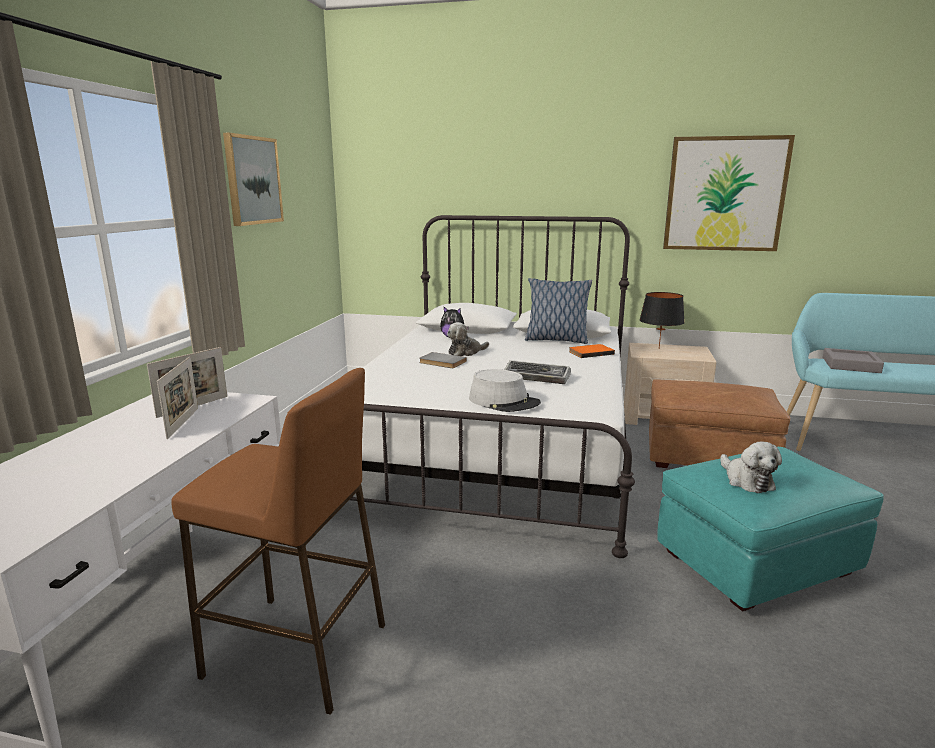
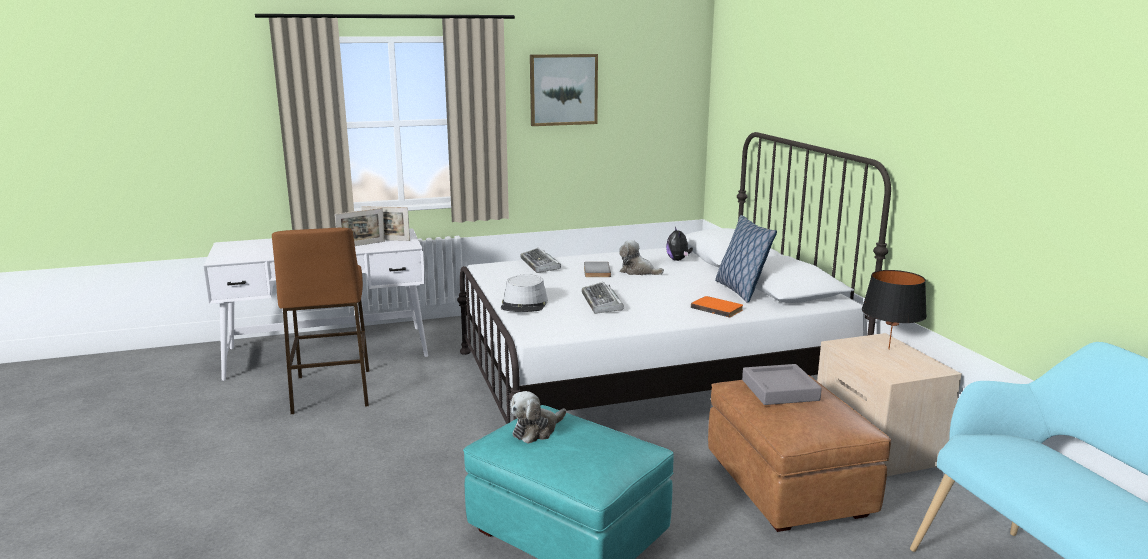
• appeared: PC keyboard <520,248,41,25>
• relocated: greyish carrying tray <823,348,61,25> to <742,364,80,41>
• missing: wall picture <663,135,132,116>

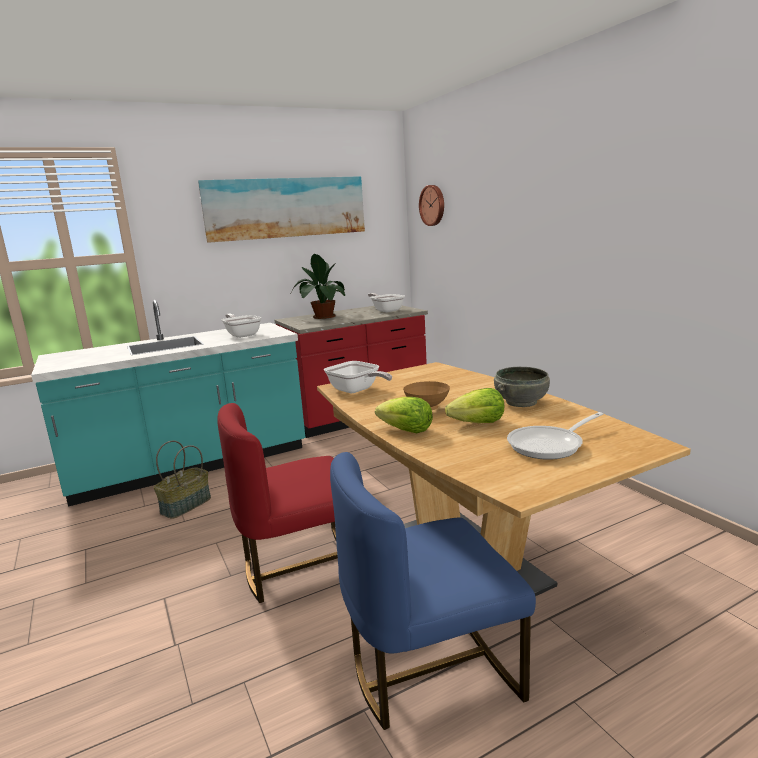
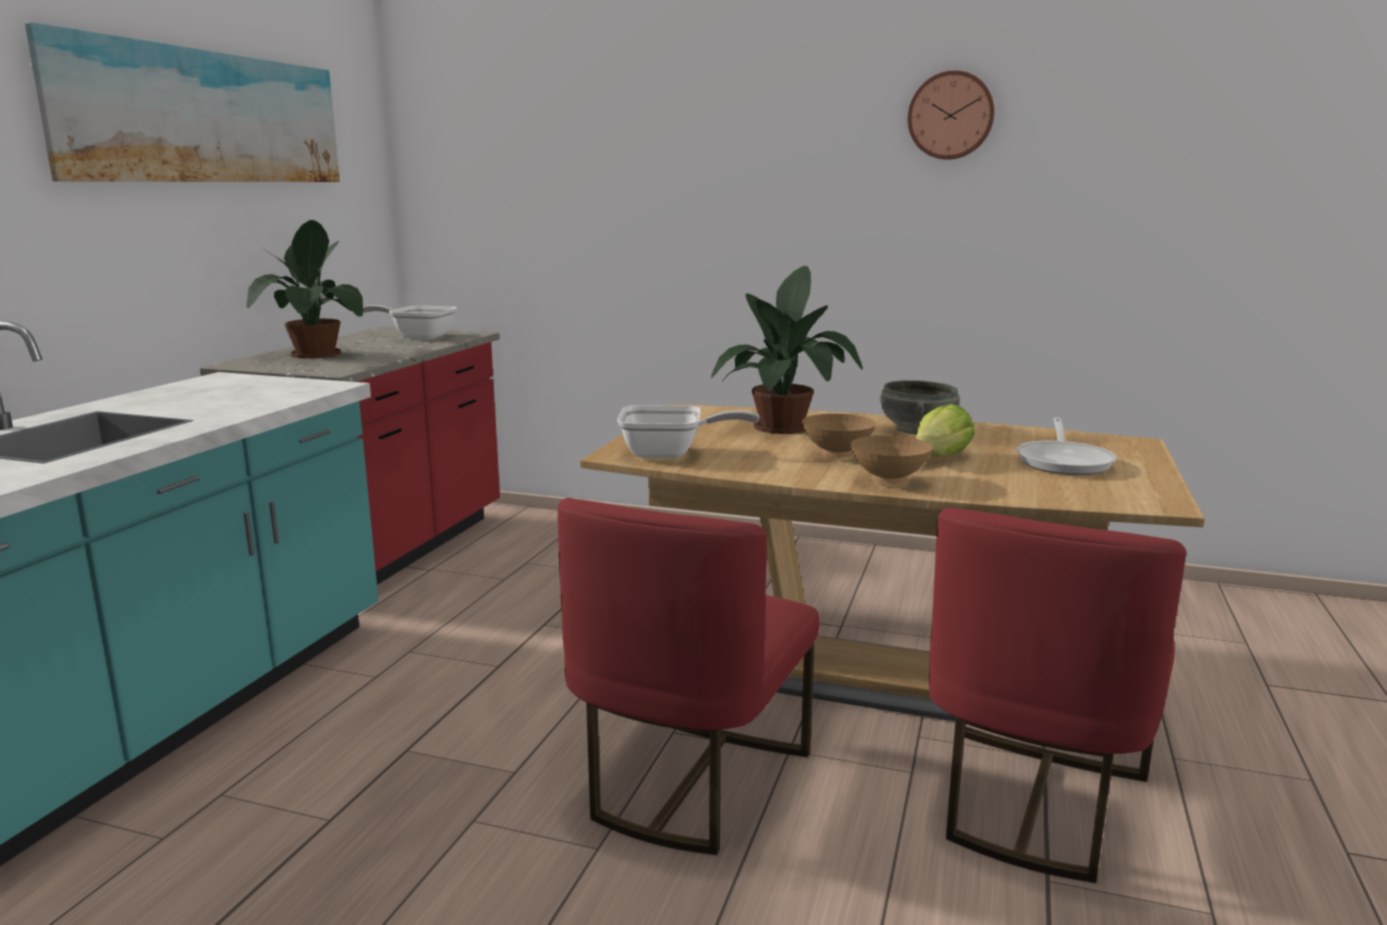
• appeared: houseplant <711,266,152,168>
• exchanged: lettuce <375,397,58,36> to brownish deep dish <851,435,82,49>
• relocated: wall clock <419,185,25,41> to <908,70,87,90>
• colour: blue chair <330,452,206,278> to red-coloured chair <929,508,258,375>
• missing: basket <153,441,58,78>
• missing: frying pan <222,314,40,24>

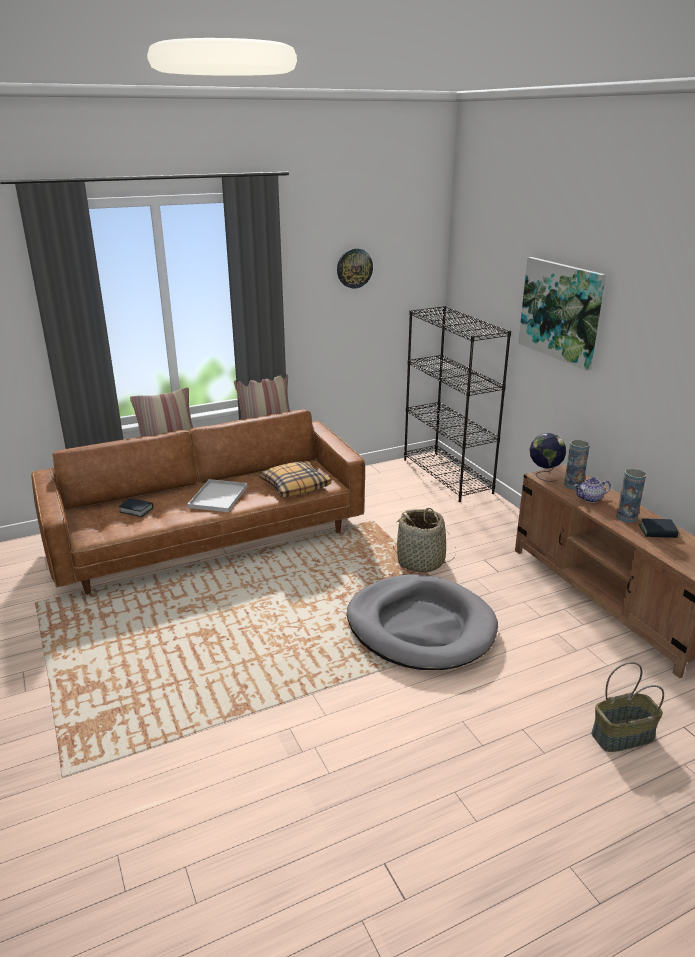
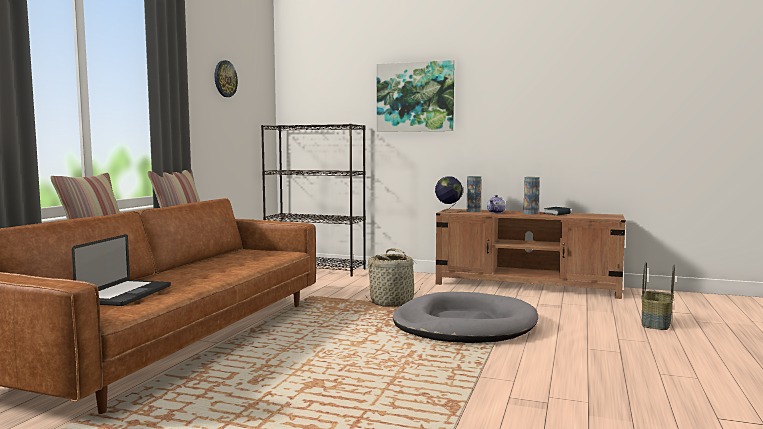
• exchanged: bound book <119,498,34,19> to laptop <72,234,99,72>
• missing: white-coloured carrying tray <187,479,61,33>
• missing: pillow <259,461,72,36>

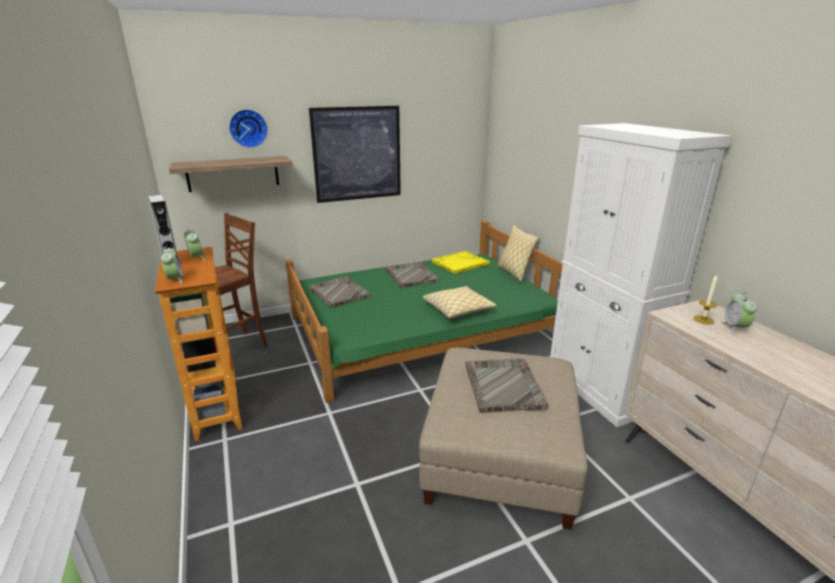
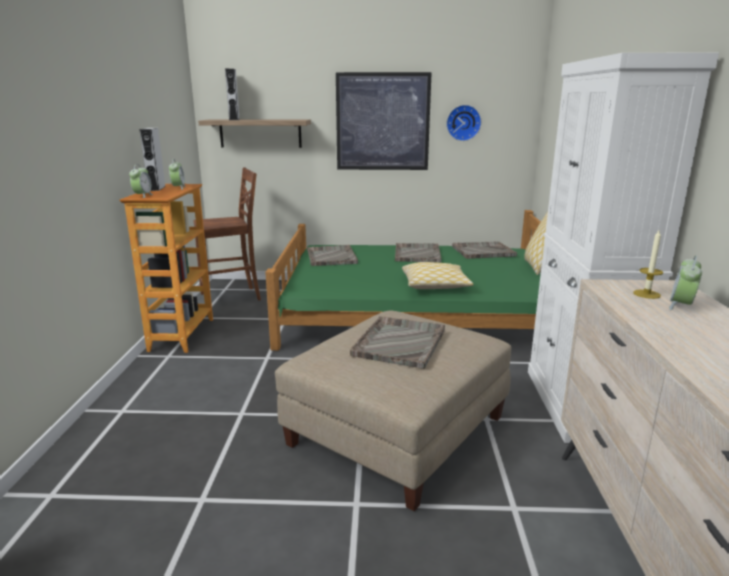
• appeared: greyish audio speaker <225,69,15,51>
• relocated: wall clock <229,109,39,39> to <446,105,35,36>
• colour: yellow carrying tray <432,251,58,23> to greyish carrying tray <452,242,65,17>

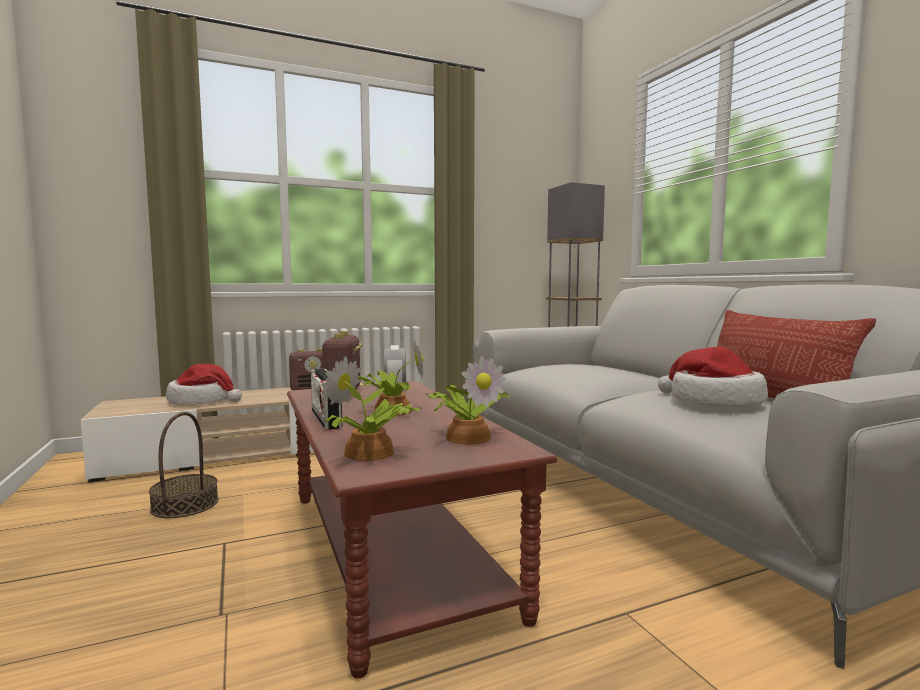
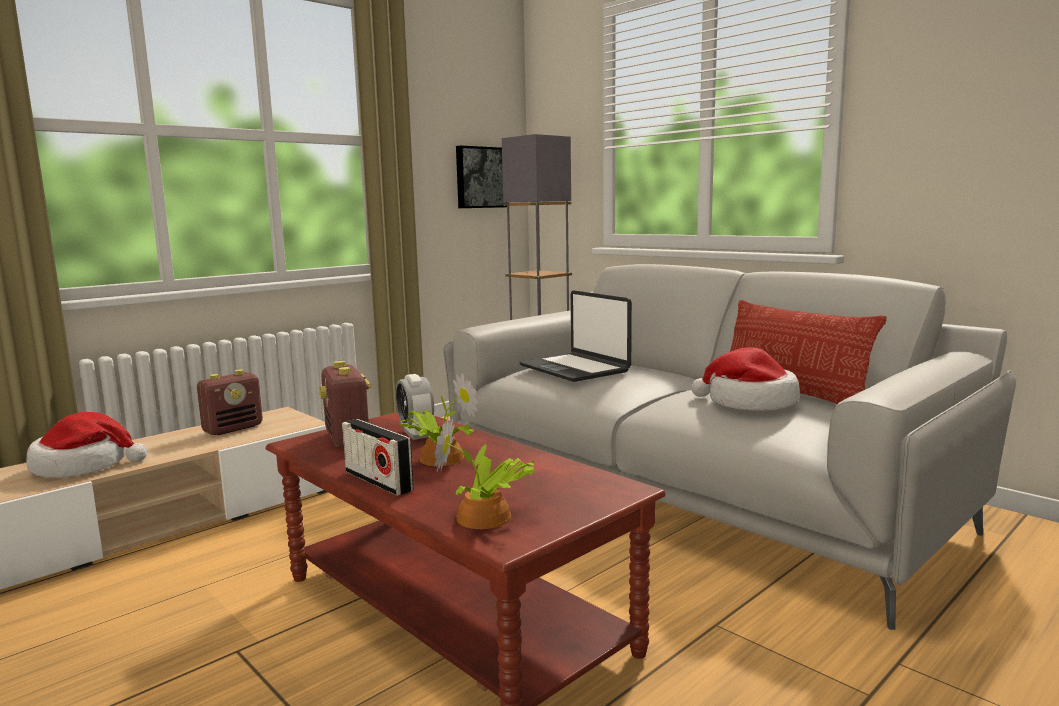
• appeared: wall picture <456,145,51,63>
• appeared: laptop <520,290,112,92>
• missing: basket <149,412,70,106>
• missing: houseplant <426,355,85,90>

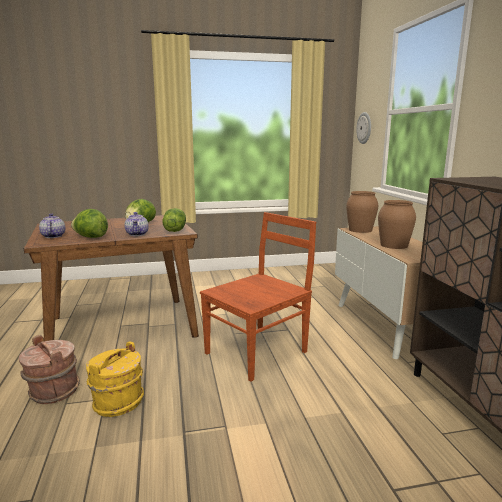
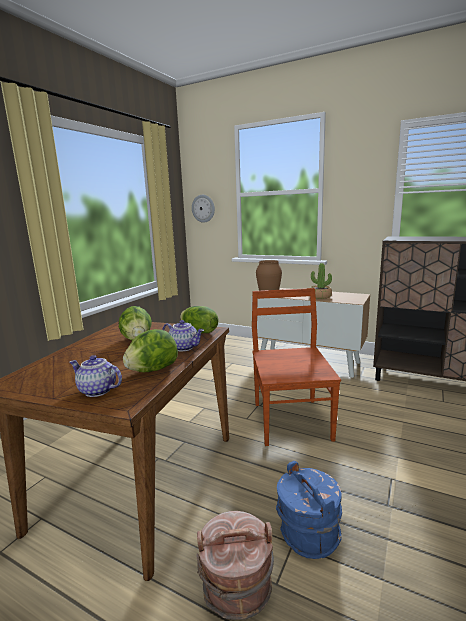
• colour: yellow water bucket <86,341,58,76> to blue water bucket <276,461,66,98>
• exchanged: brownish flower vase <378,200,38,49> to houseplant <310,263,22,36>

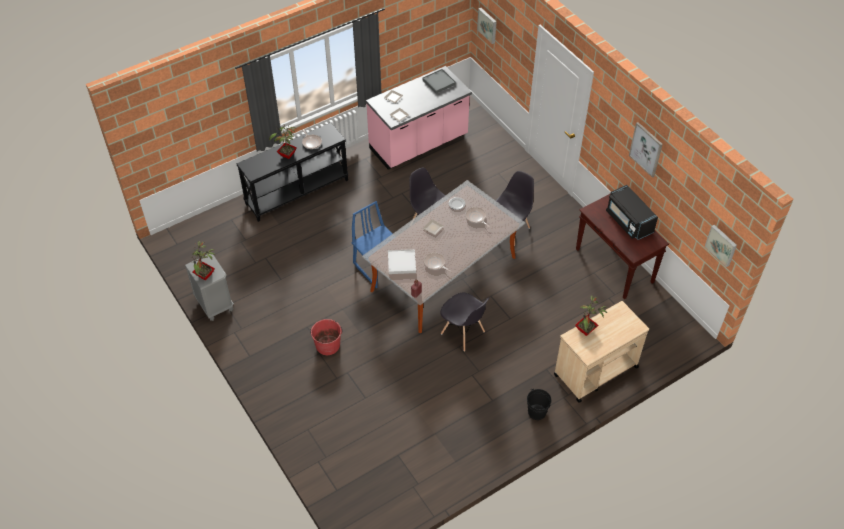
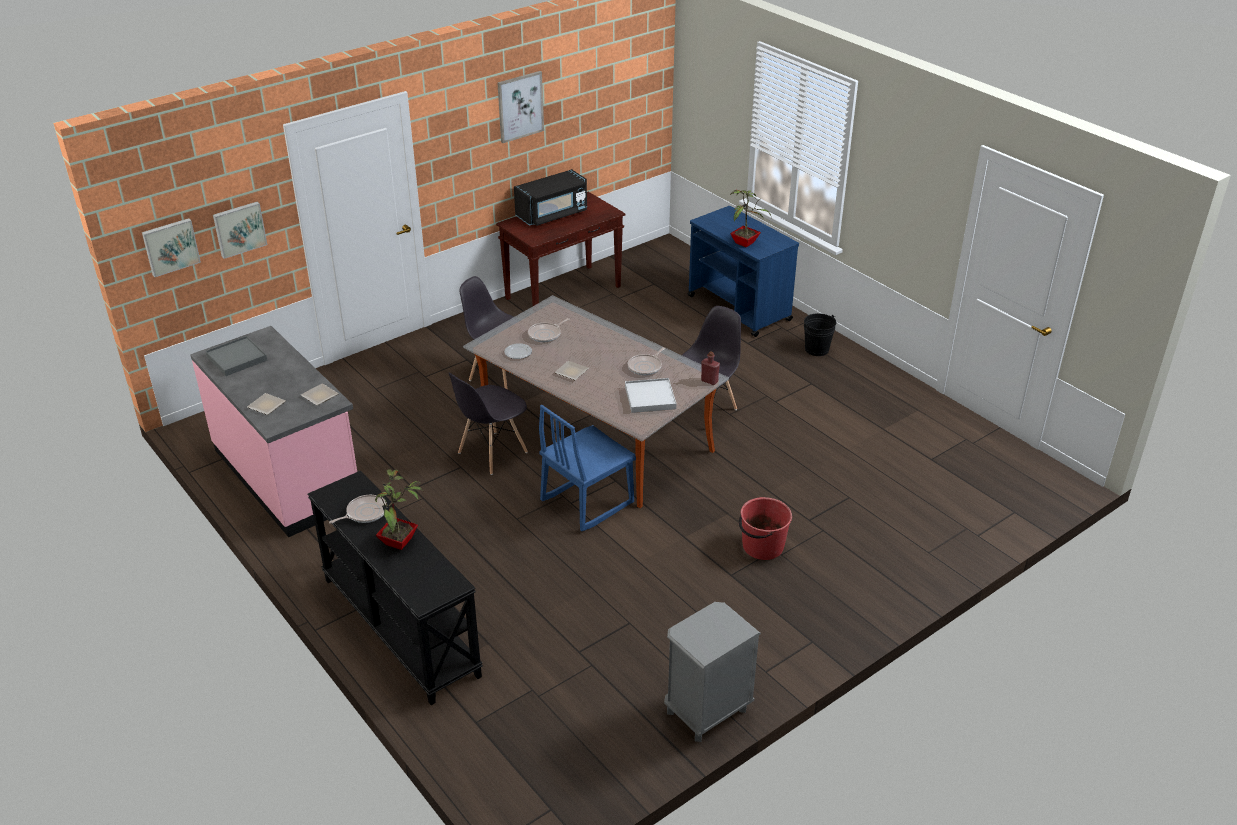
• relocated: wall picture <704,225,33,42> to <213,202,54,57>
• colour: sand-coloured wheeled cart <554,301,95,102> to blue wheeled cart <688,206,111,131>
• missing: houseplant <189,241,26,39>

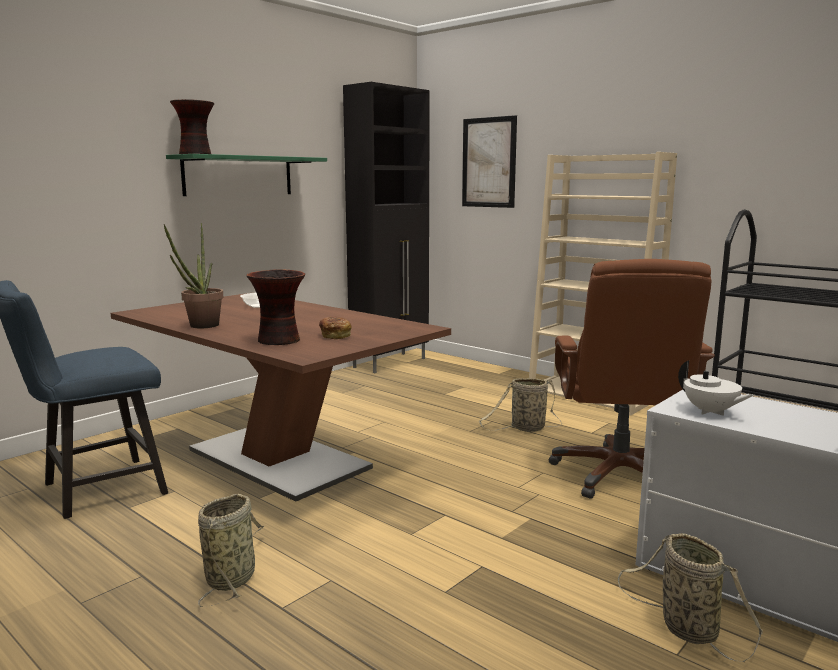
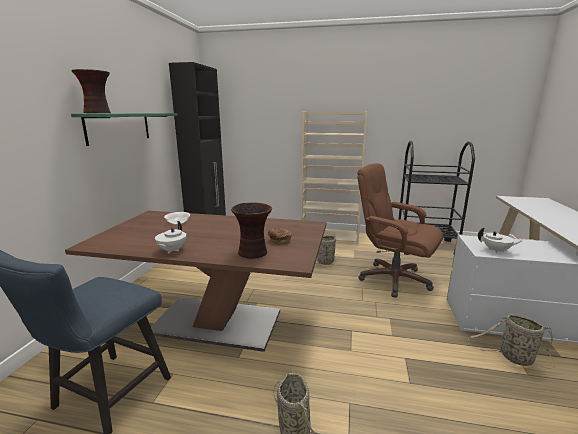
• exchanged: houseplant <164,223,60,105> to white-coloured pot for tea <155,221,31,33>
• spun: brownish computer chair <549,259,166,240> = <357,163,86,135> 150 degrees clockwise
• missing: wall picture <462,115,55,93>

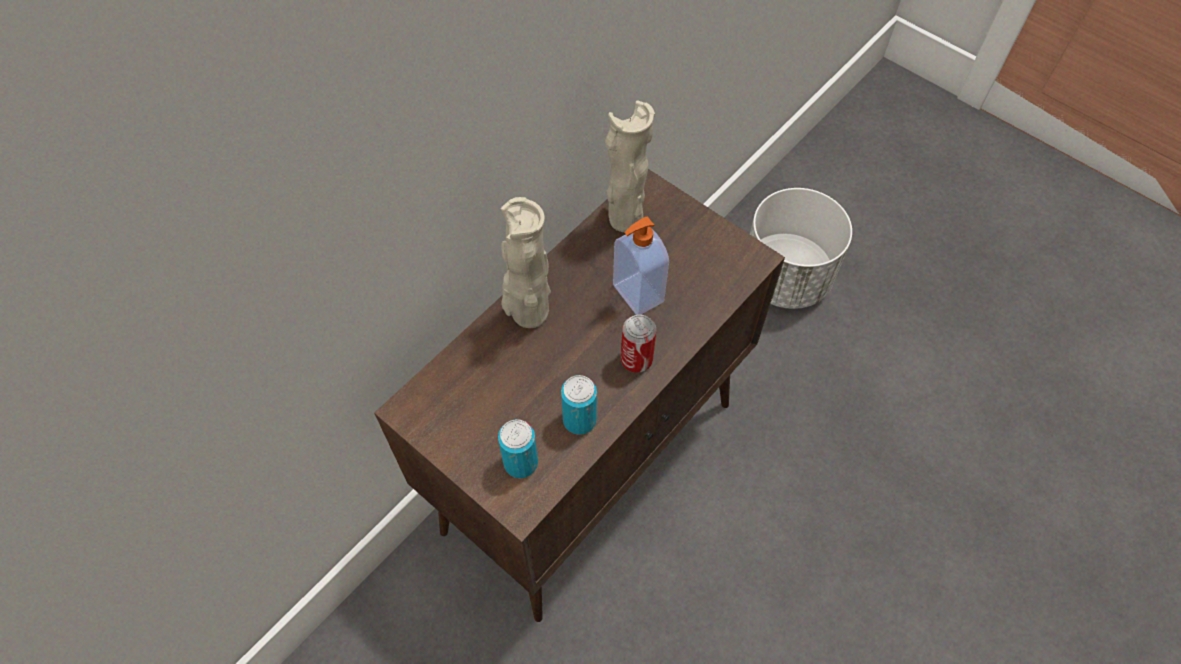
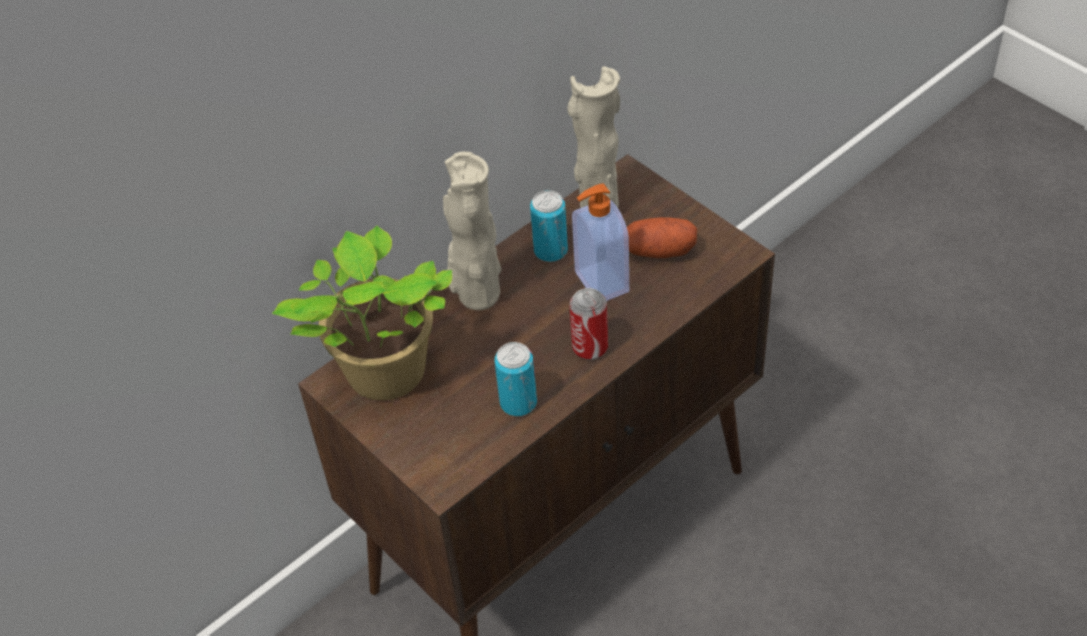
• appeared: houseplant <272,226,180,174>
• relocated: sealed can <498,419,40,59> to <530,190,38,72>
• appeared: spud <627,217,70,41>
• missing: white-coloured flower pot <750,188,102,121>

